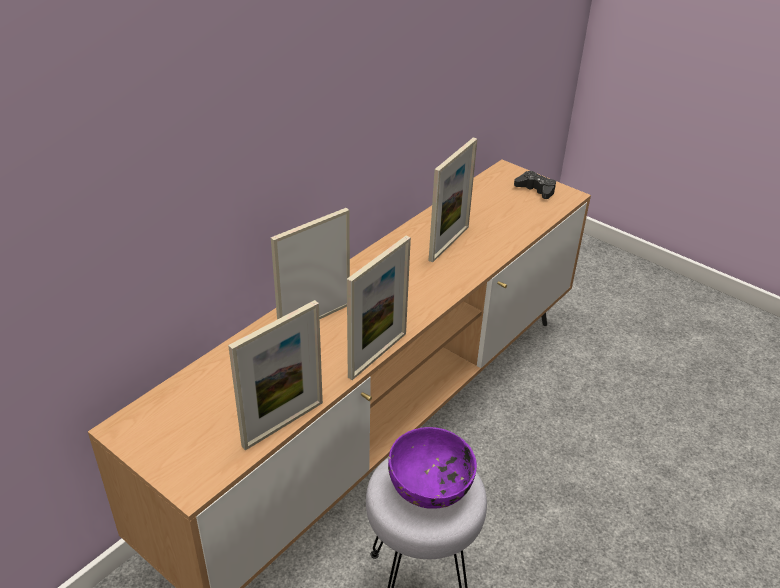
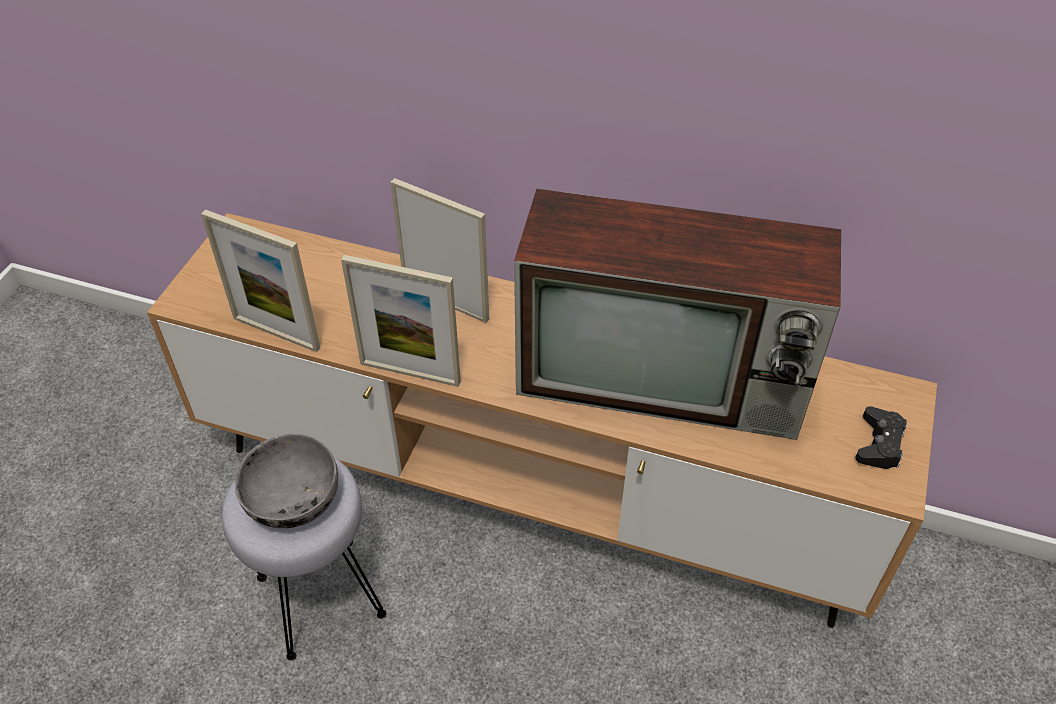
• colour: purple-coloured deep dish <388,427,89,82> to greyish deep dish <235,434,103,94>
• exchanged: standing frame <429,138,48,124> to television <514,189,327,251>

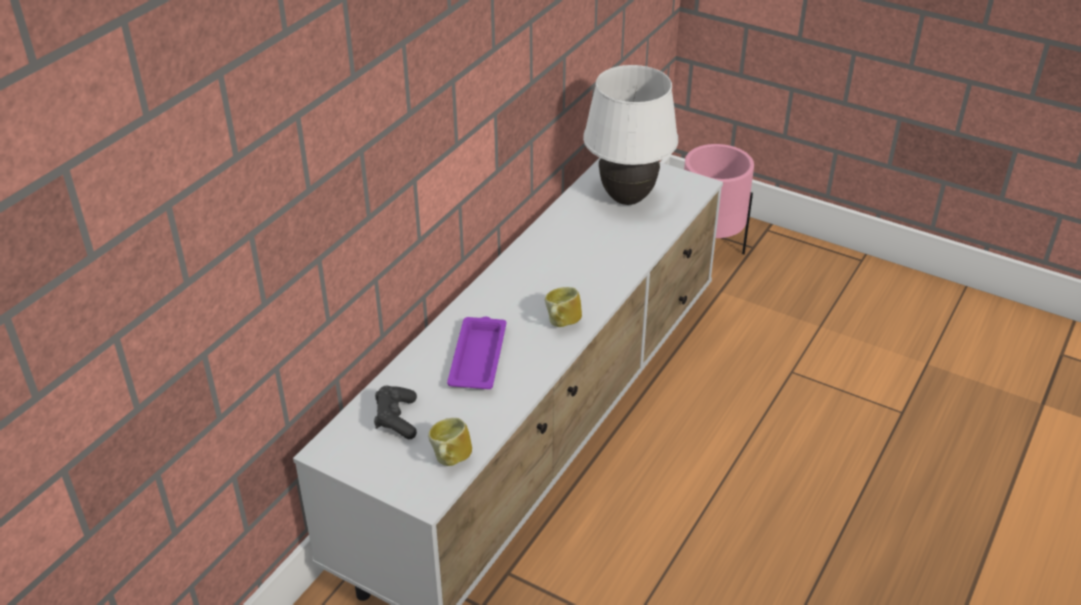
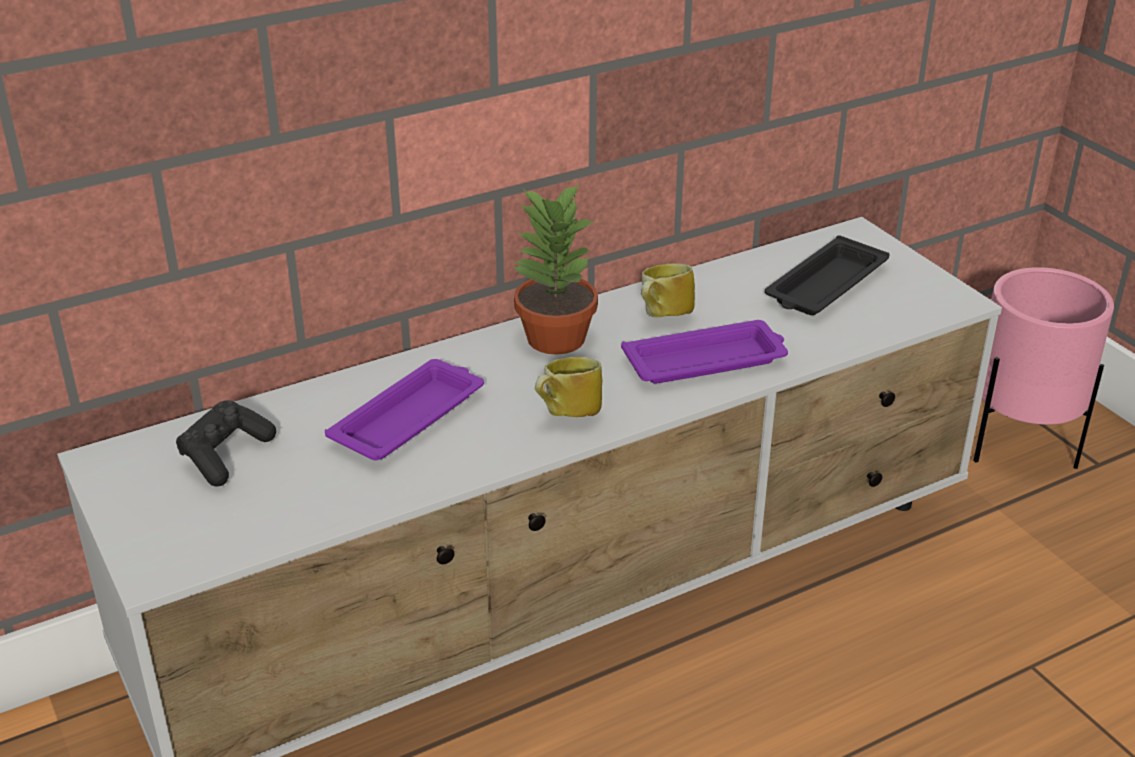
• appeared: houseplant <512,184,86,171>
• appeared: purple-coloured carrying tray <621,320,167,64>
• relocated: mug <428,418,44,48> to <641,263,54,54>
• exchanged: white-coloured tabletop lamp <583,65,95,140> to black carrying tray <765,235,125,80>

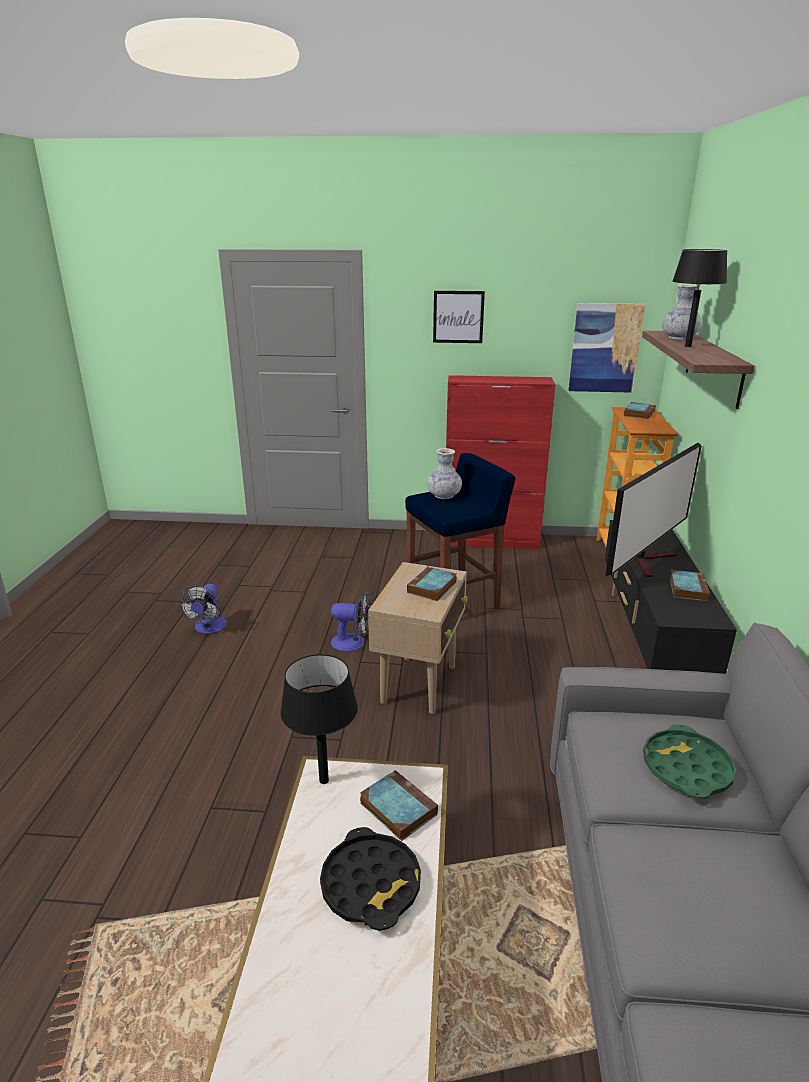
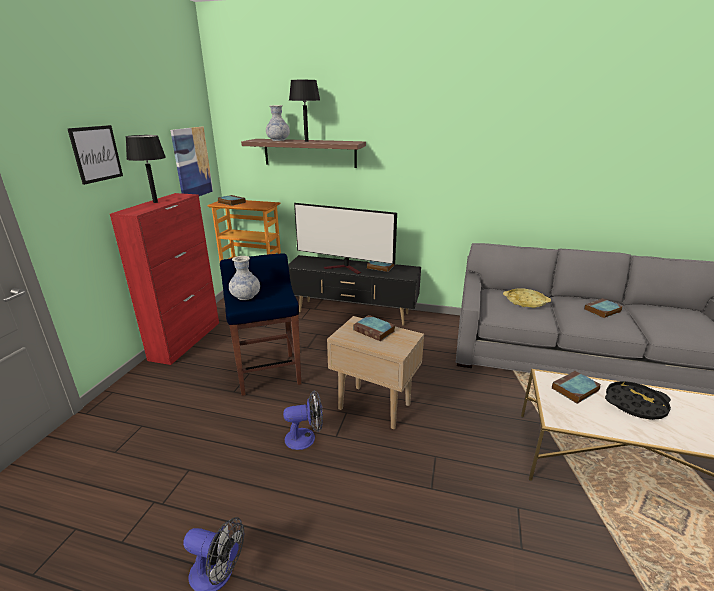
• relocated: black tabletop lamp <280,654,78,130> to <126,135,40,68>
• spun: fan <331,591,42,61> = <283,390,40,60> 60 degrees clockwise
• spun: television <605,443,97,134> = <294,203,103,71> 150 degrees clockwise
• colour: green-coloured carrying tray <643,724,93,75> to yellow carrying tray <503,289,48,19>
• appeared: bound book <584,298,39,20>

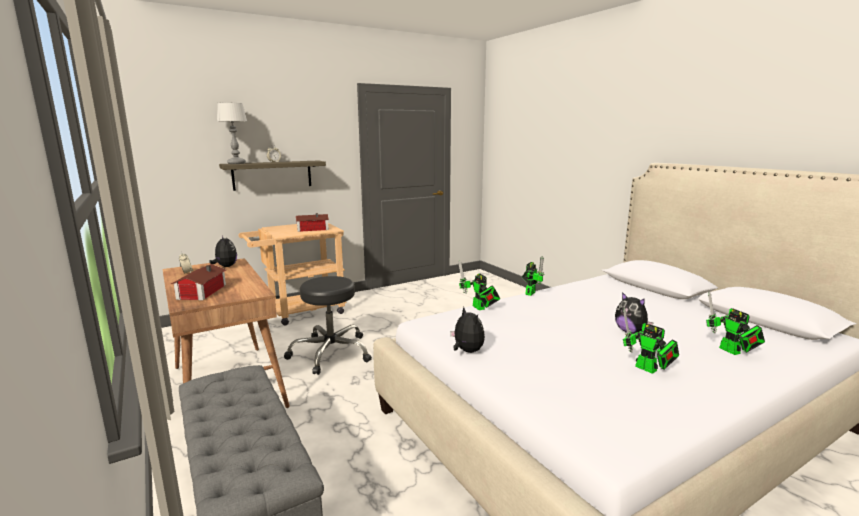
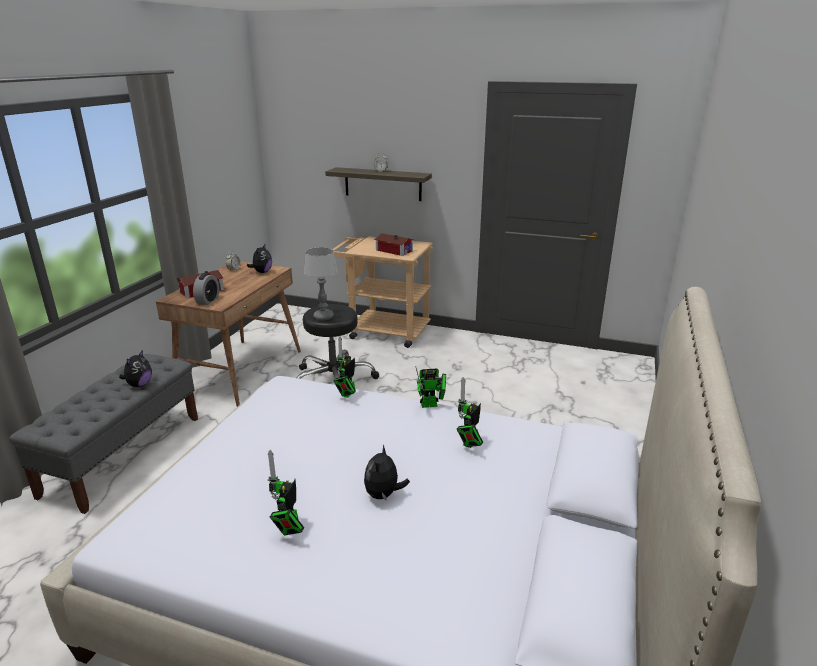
• relocated: cuddly toy <450,307,35,46> to <119,350,33,37>
• appeared: table clock <193,273,26,32>
• relocated: tabletop lamp <217,102,30,62> to <303,247,35,74>
• relocated: model robot <706,291,59,64> to <457,377,26,71>

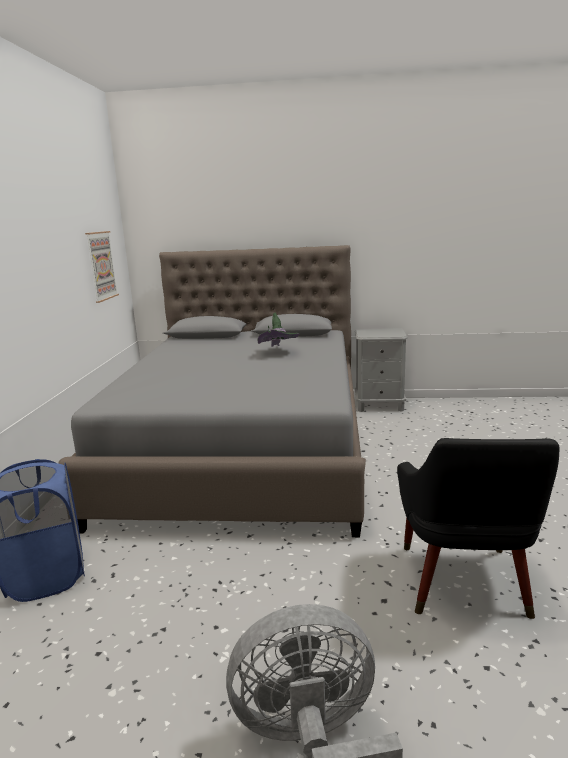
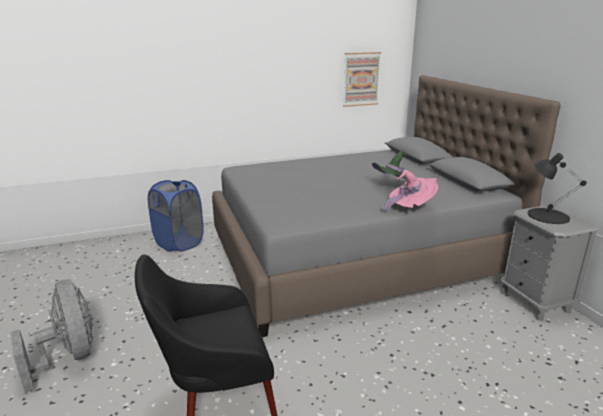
• appeared: pinkish wearable hat <380,169,58,45>
• appeared: black tabletop lamp <528,153,59,71>

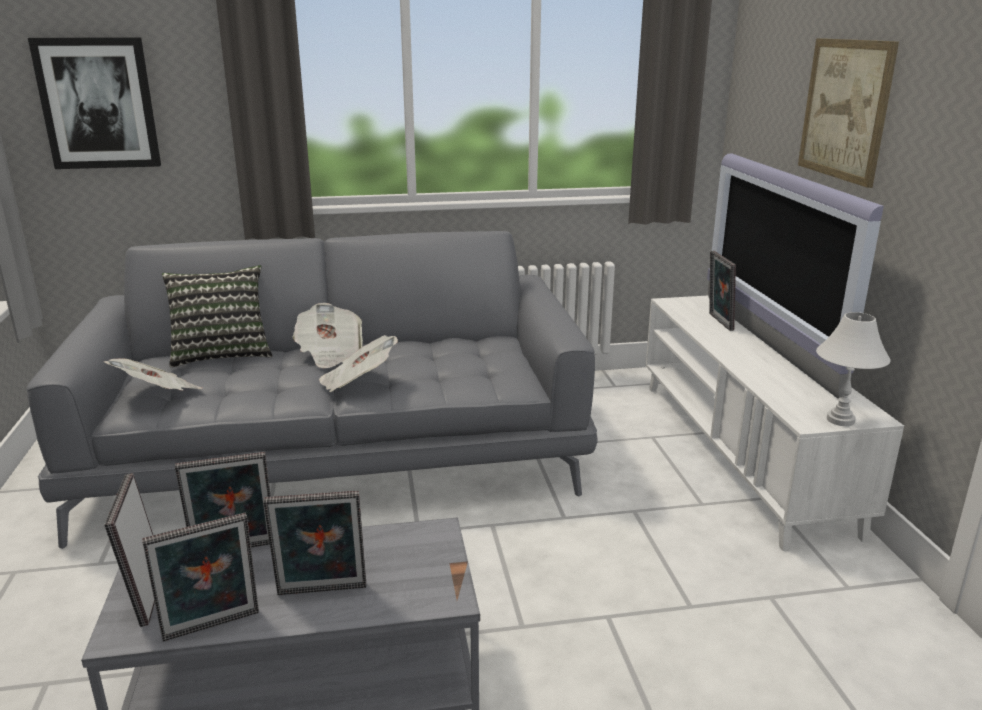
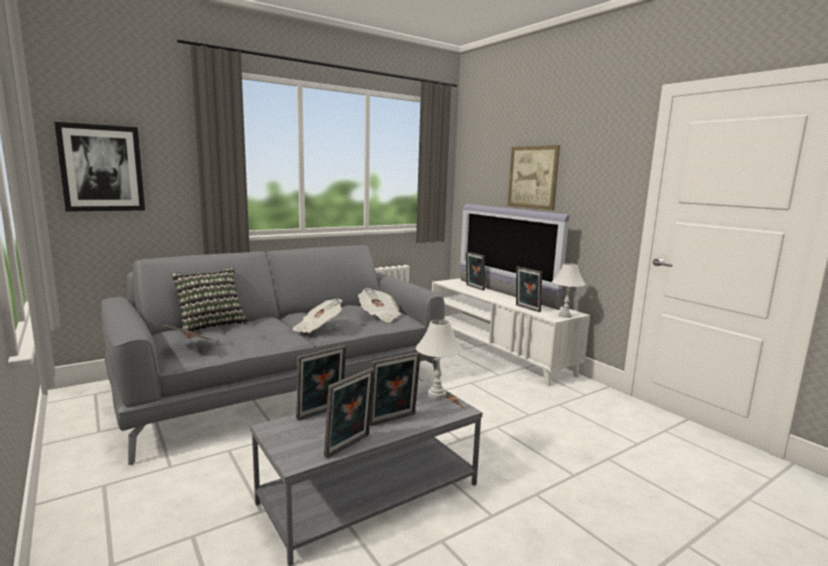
• relocated: newspaper <292,303,71,65> to <358,288,43,35>
• appeared: white-coloured tabletop lamp <416,319,47,80>
• relocated: standing frame <104,473,51,154> to <516,267,26,45>

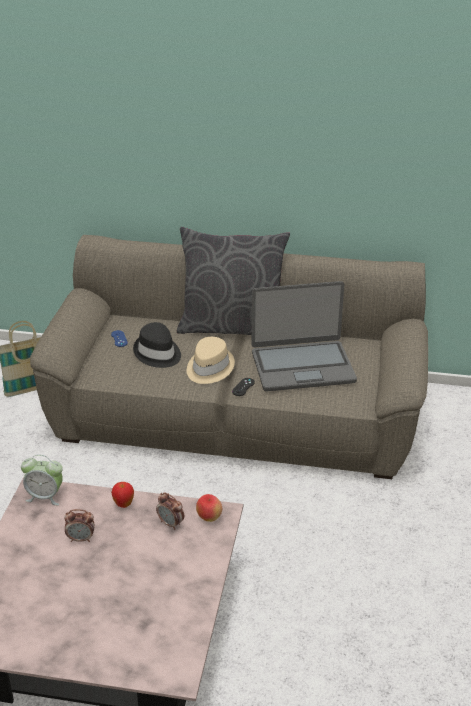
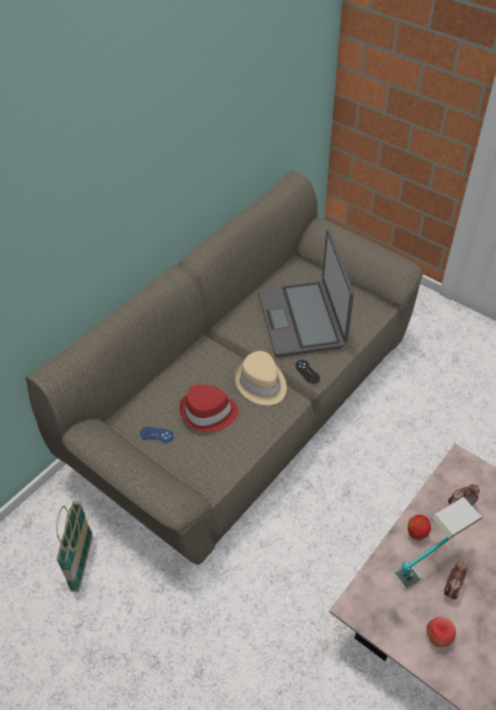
• colour: black wearable hat <133,322,48,46> to red-coloured wearable hat <179,384,59,49>
• spun: laptop <251,281,106,110> = <258,229,96,128> 150 degrees clockwise
• appeared: tabletop lamp <394,497,88,92>
• relocated: whole apple <196,494,26,28> to <426,617,30,30>
• missing: table clock <21,455,42,50>
• missing: greyish pillow <177,227,113,108>

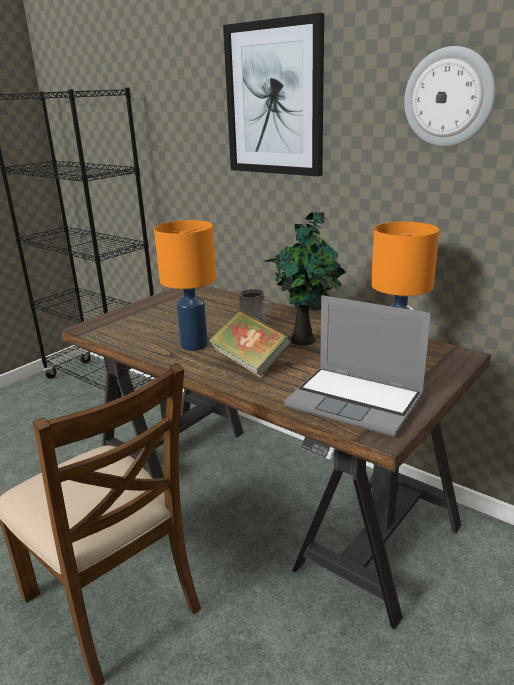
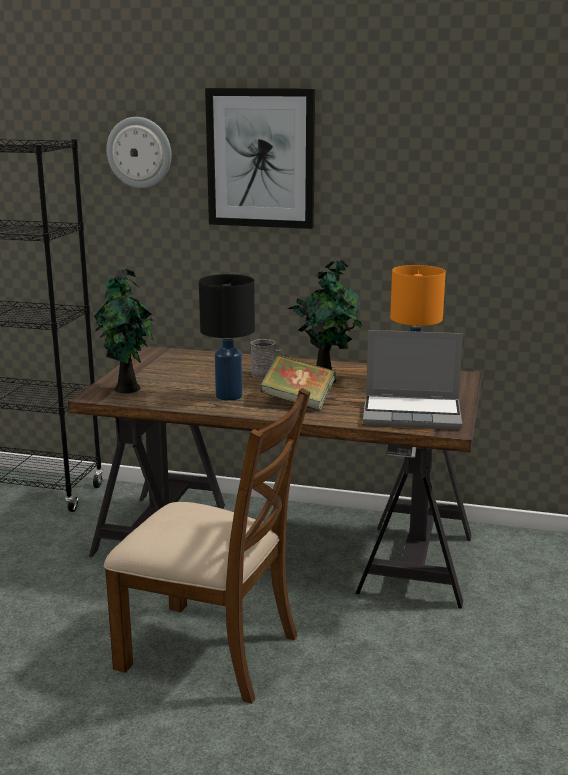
• appeared: houseplant <94,268,60,125>
• relocated: wall clock <404,46,91,101> to <106,117,65,71>
• colour: orange tabletop lamp <154,220,62,131> to black tabletop lamp <199,274,56,127>

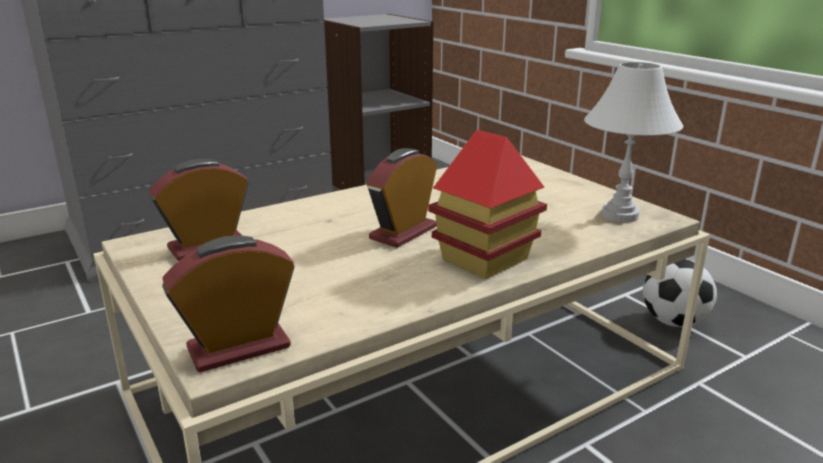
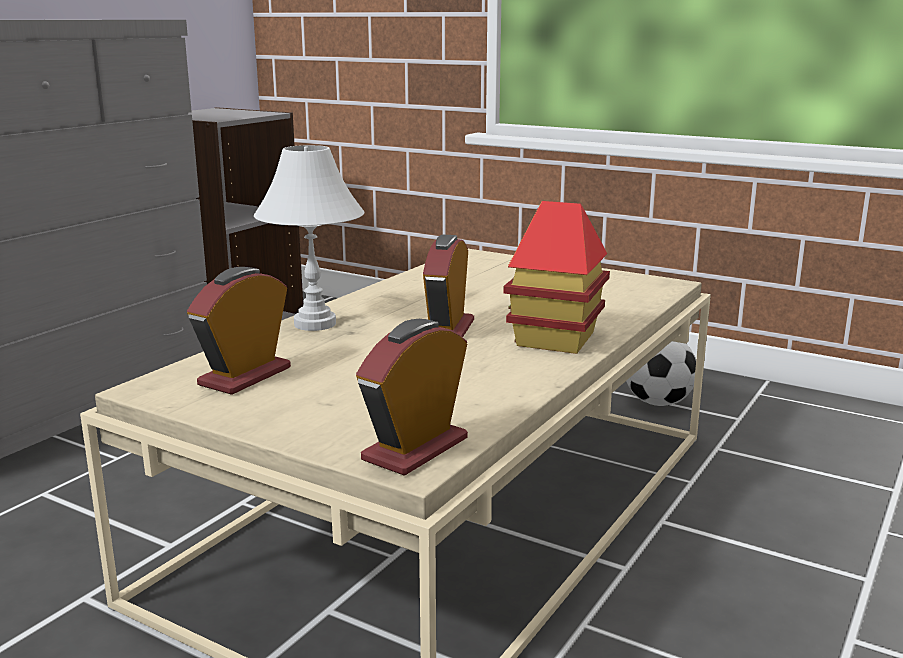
• relocated: white-coloured tabletop lamp <584,62,99,161> to <254,145,110,186>

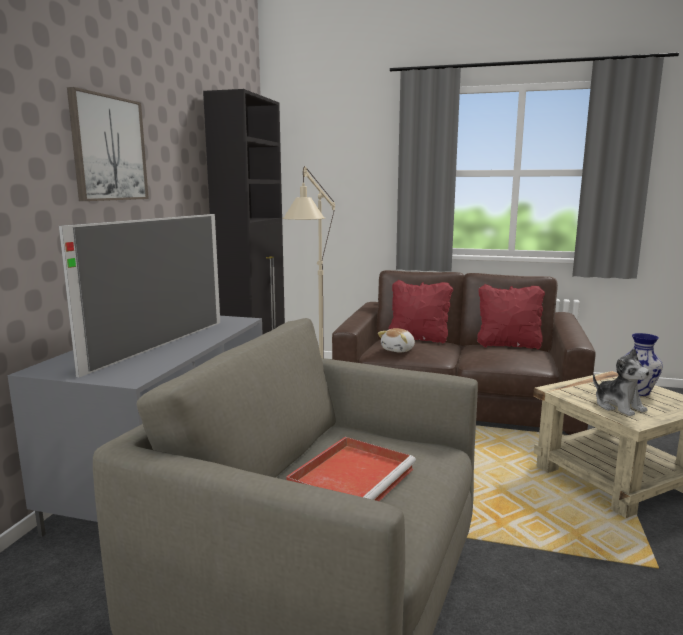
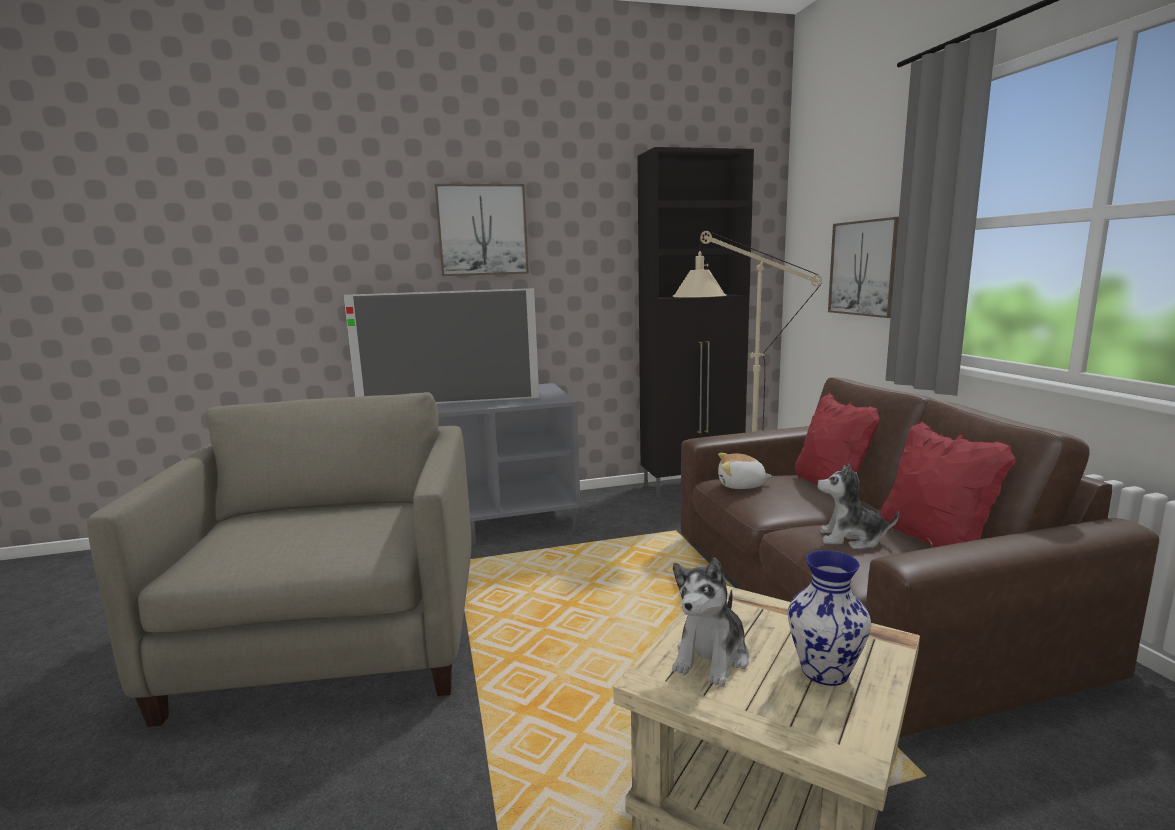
• appeared: cuddly toy <817,464,82,85>
• appeared: wall picture <828,217,71,101>
• missing: red-coloured carrying tray <286,437,130,64>

